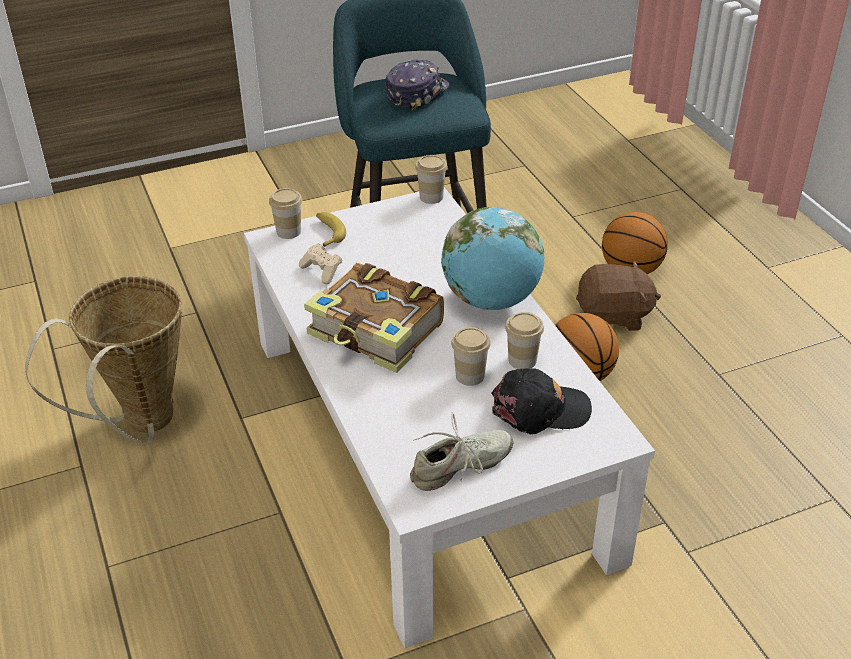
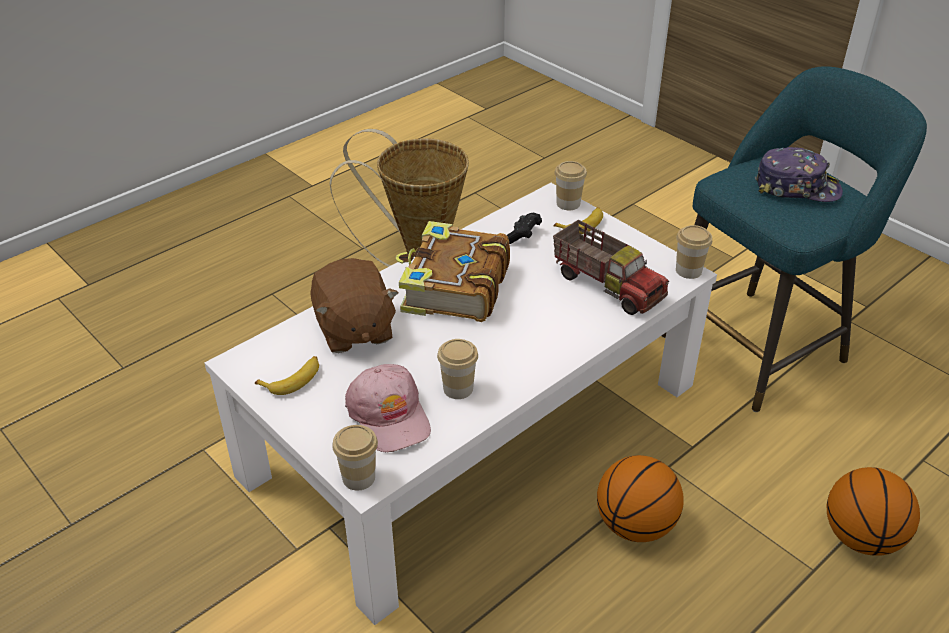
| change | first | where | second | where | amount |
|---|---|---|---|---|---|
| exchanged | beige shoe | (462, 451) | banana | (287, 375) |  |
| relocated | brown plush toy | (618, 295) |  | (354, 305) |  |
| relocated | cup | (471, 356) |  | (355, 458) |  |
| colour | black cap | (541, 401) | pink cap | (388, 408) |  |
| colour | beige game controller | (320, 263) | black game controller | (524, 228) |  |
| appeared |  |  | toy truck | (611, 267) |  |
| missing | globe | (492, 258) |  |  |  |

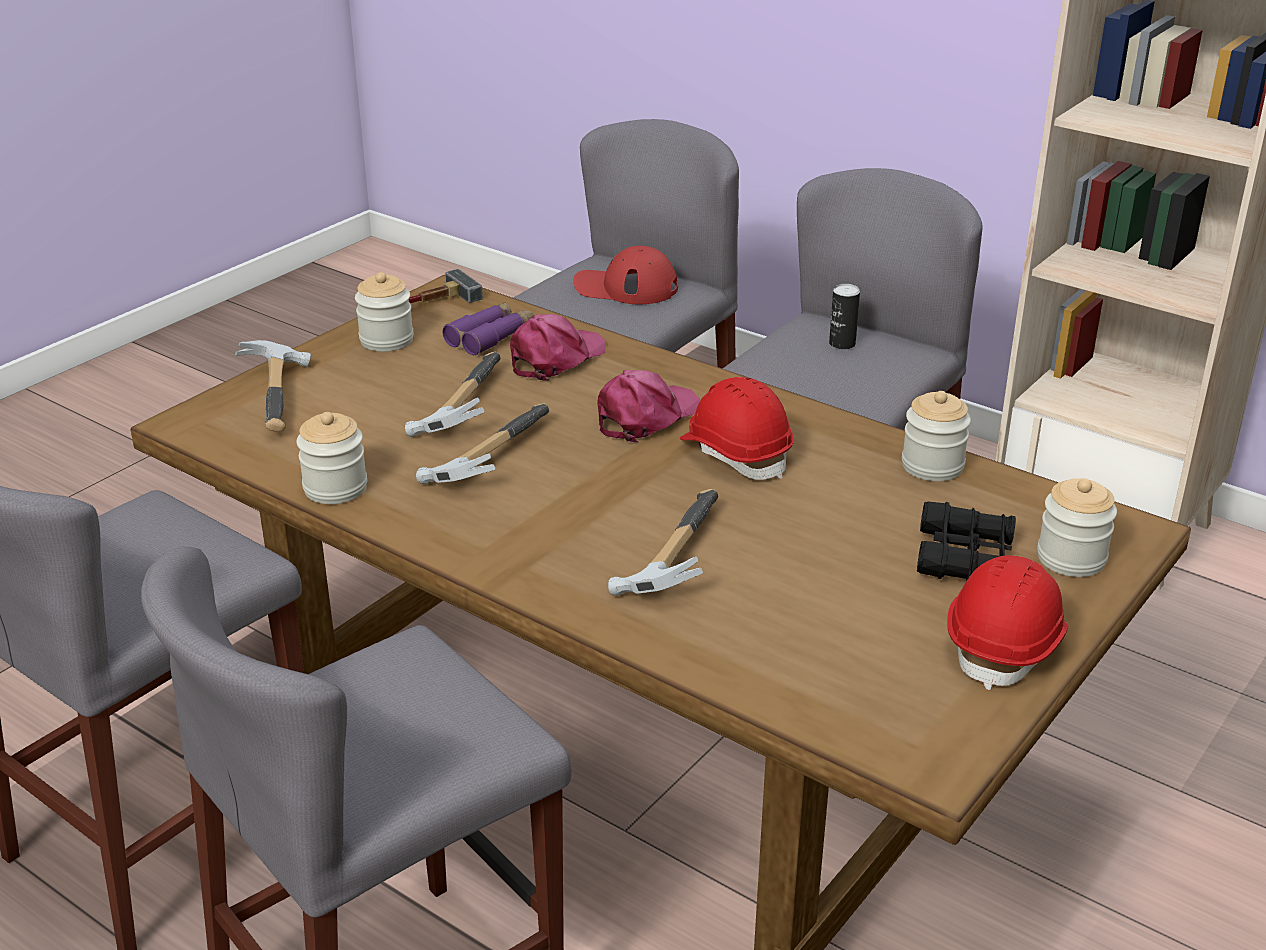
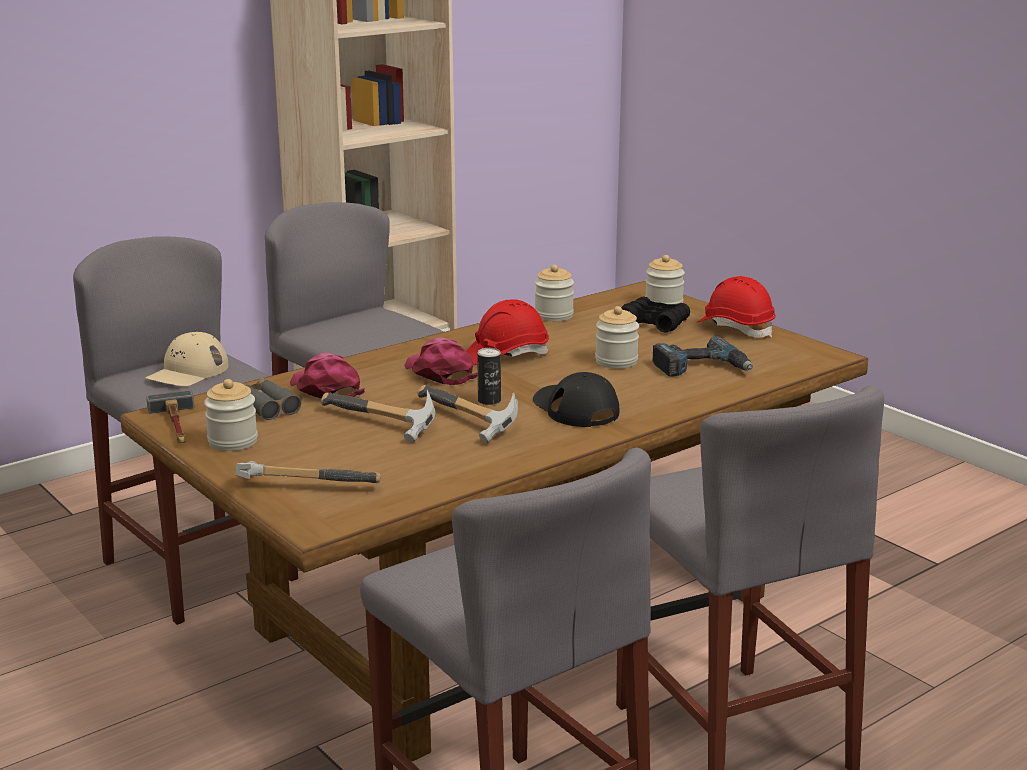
| change | first | where | second | where | amount |
|---|---|---|---|---|---|
| colour | red cap | (625, 275) | beige cap | (187, 359) |  |
| colour | purple binoculars | (488, 329) | grey binoculars | (271, 399) |  |
| relocated | can | (844, 316) |  | (489, 376) |  |
| appeared |  |  | black cap | (576, 399) |  |
| relocated | jar | (332, 458) |  | (617, 337) |  |
| appeared |  |  | power drill | (702, 357) |  |
| missing | hammer | (663, 542) |  |  |  |

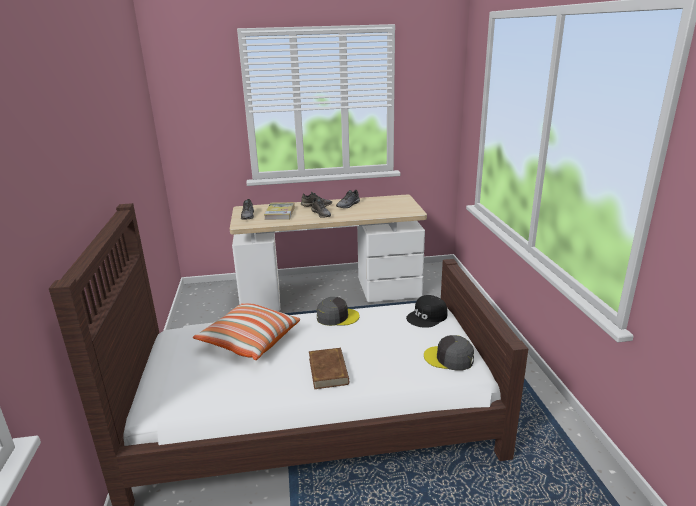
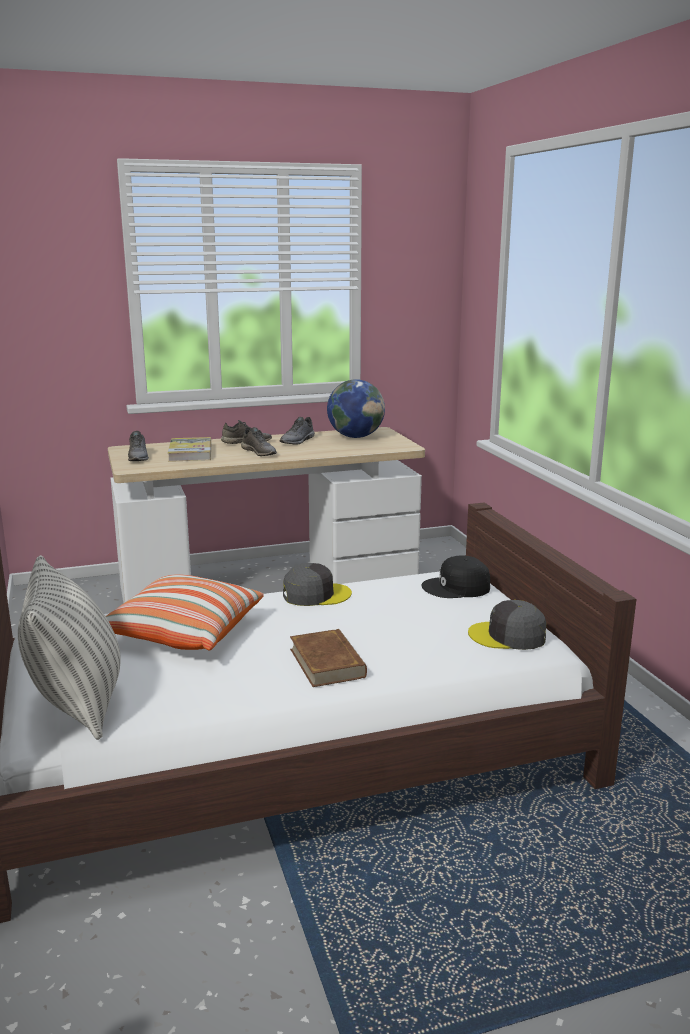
| change | first | where | second | where | amount |
|---|---|---|---|---|---|
| appeared |  |  | pillow | (69, 647) |  |
| appeared |  |  | globe | (356, 408) |  |
| spun | black cap | (427, 311) |  | (455, 576) | 45 degrees clockwise |

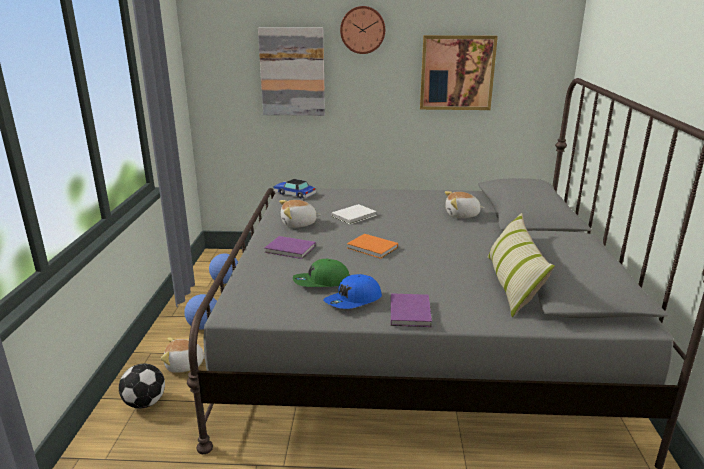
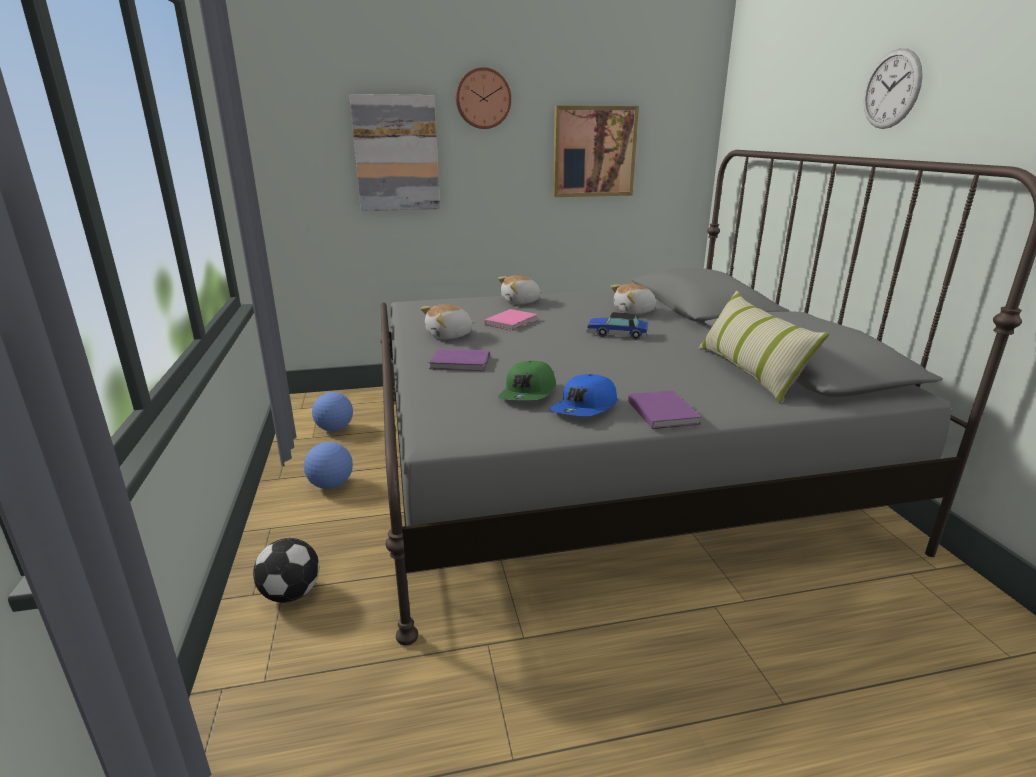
| change | first | where | second | where | amount |
|---|---|---|---|---|---|
| colour | white book | (354, 214) | pink book | (511, 320) |  |
| relocated | plush toy | (183, 355) |  | (521, 289) |  |
| spun | green cap | (321, 273) |  | (527, 380) | 45 degrees counterclockwise |
| relocated | toy car | (294, 189) |  | (618, 326) |  |
| appeared |  |  | wall clock | (893, 88) |  |
| missing | orange book | (372, 246) |  |  |  |

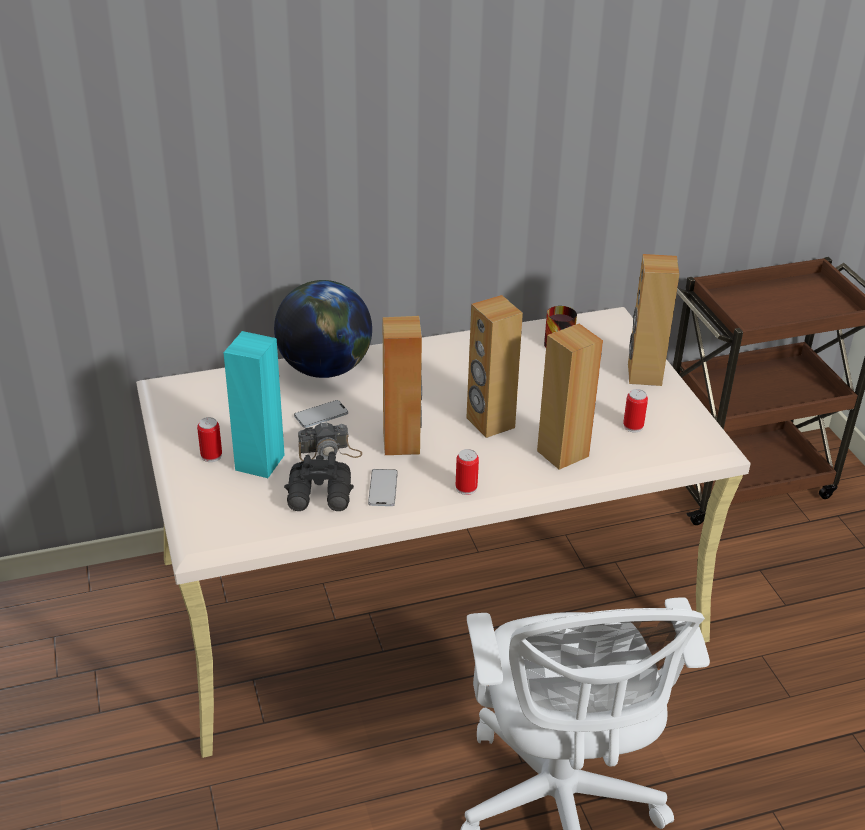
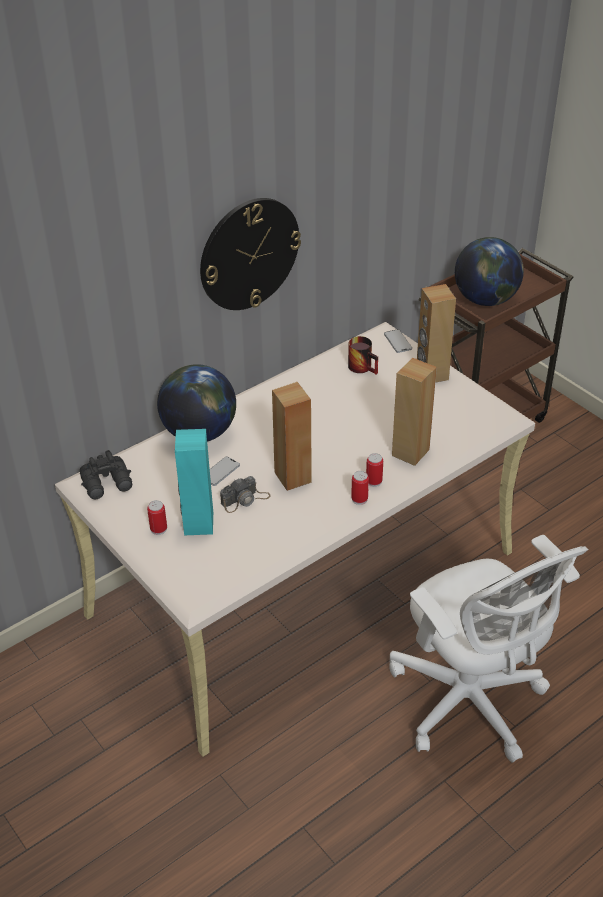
| change | first | where | second | where | amount |
|---|---|---|---|---|---|
| relocated | black binoculars | (319, 481) |  | (106, 475) |  |
| appeared |  |  | wall clock | (250, 254) |  |
| relocated | can | (635, 410) |  | (374, 470) |  |
| relocated | phone | (383, 487) |  | (398, 341) |  |
| appeared |  |  | globe | (489, 271) |  |
| missing | brown speaker | (494, 366) |  |  |  |

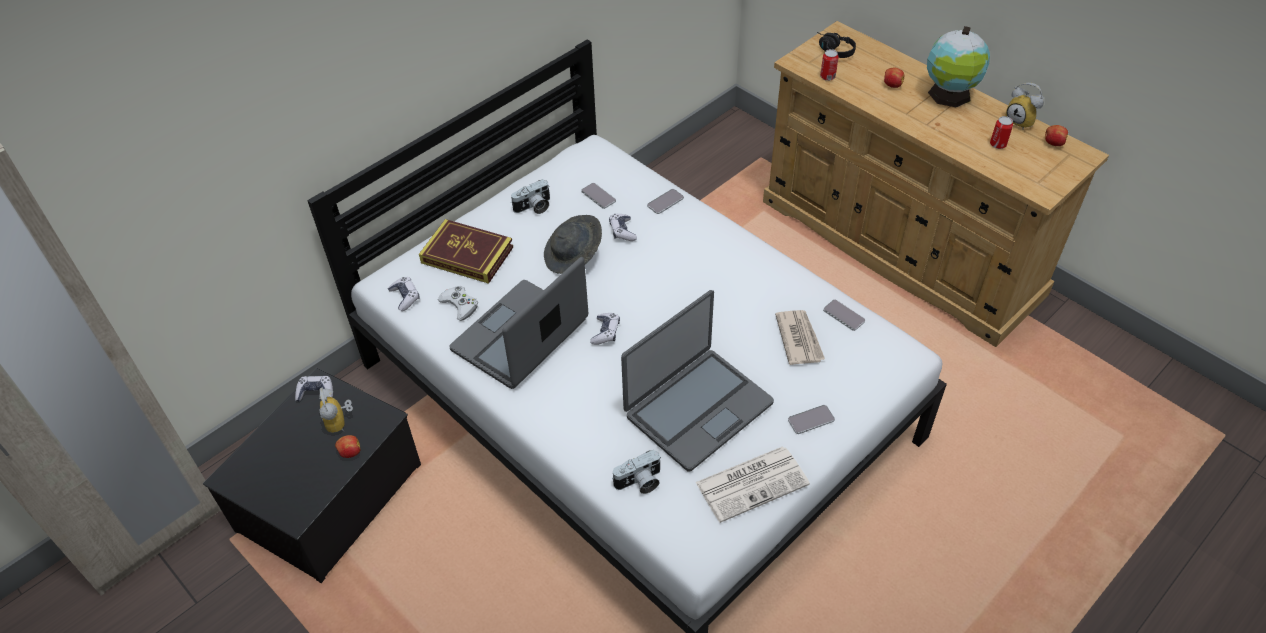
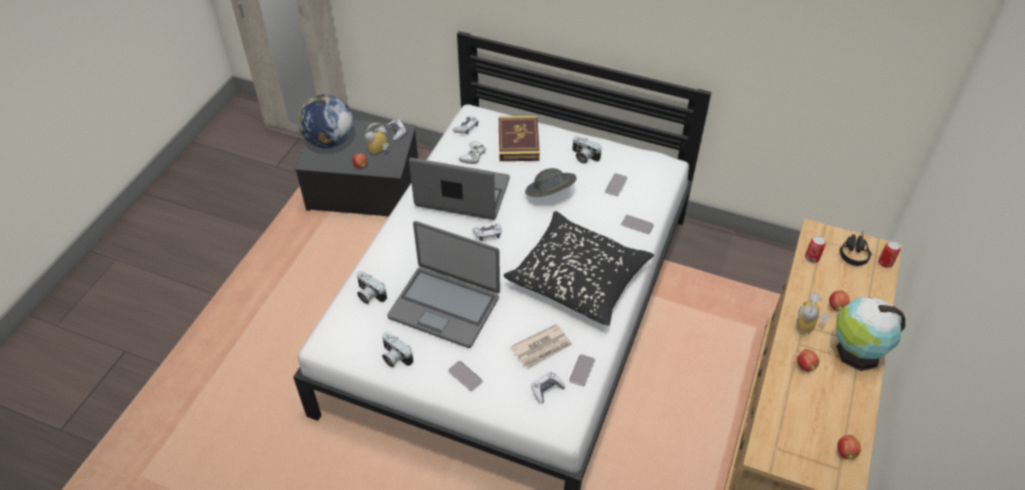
| change | first | where | second | where | amount |
|---|---|---|---|---|---|
| appeared |  |  | globe | (325, 121) |  |
| exchanged | newspaper | (752, 484) | photo camera | (397, 349) |  |
| appeared |  |  | black pillow | (579, 268) |  |
| relocated | game controller | (623, 227) |  | (548, 388) |  |
| relocated | alarm clock | (1024, 106) |  | (813, 313) |  |
| appeared |  |  | apple | (808, 360) |  |
| relocated | can | (1001, 132) |  | (889, 254) |  |

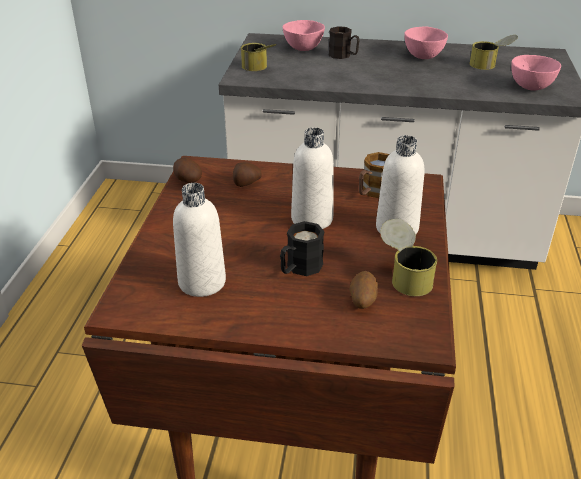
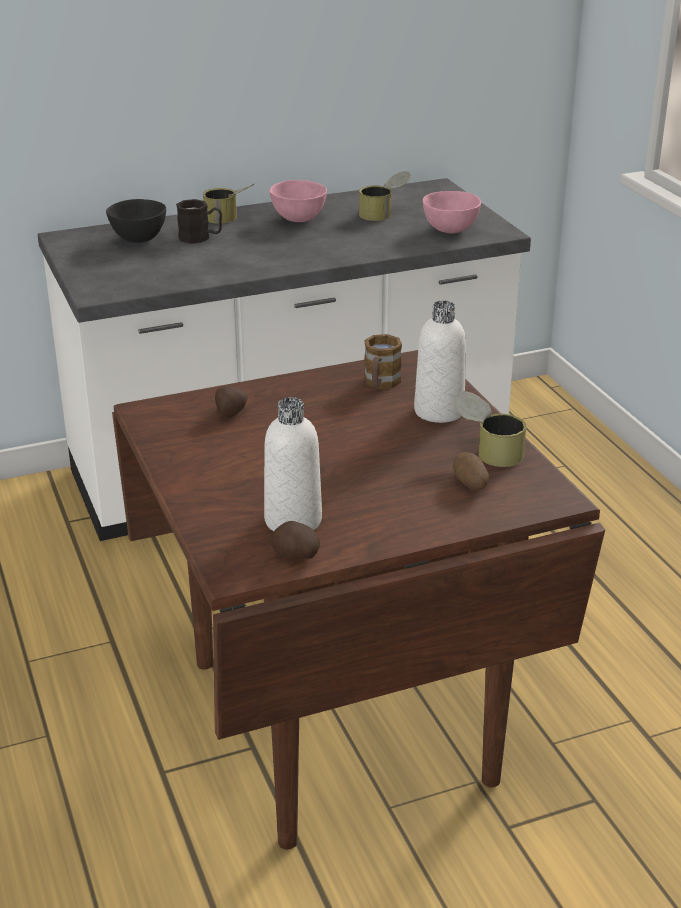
| change | first | where | second | where | amount |
|---|---|---|---|---|---|
| colour | pink bowl | (303, 35) | black bowl | (136, 221) |  |
| relocated | can | (259, 57) |  | (229, 203) |  |
| relocated | potato | (187, 170) |  | (295, 540) |  |
| missing | black mug | (302, 248) |  |  |  |
| missing | white bottle | (312, 178) |  |  |  |

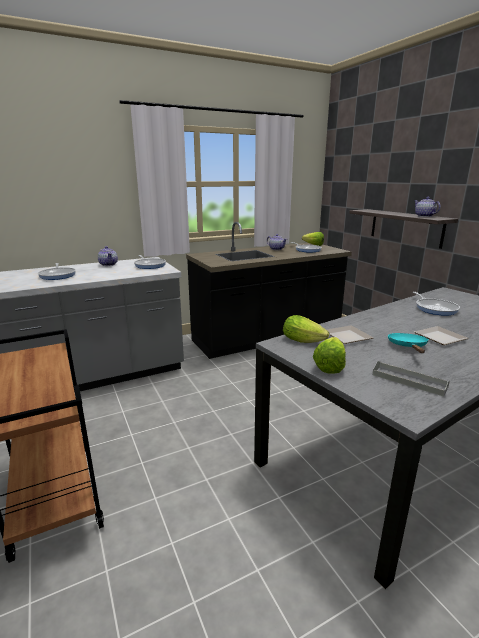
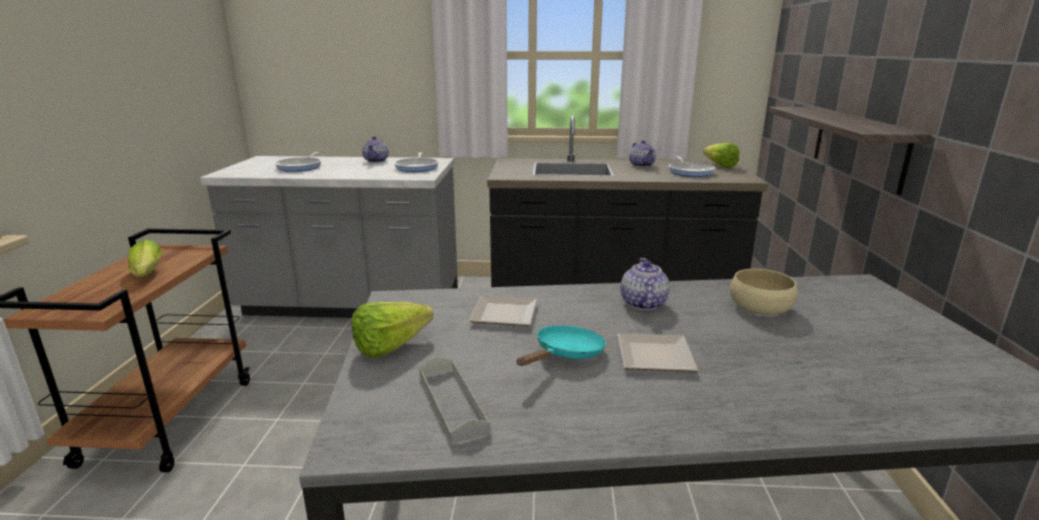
| change | first | where | second | where | amount |
|---|---|---|---|---|---|
| relocated | lettuce | (306, 329) |  | (145, 258) |  |
| relocated | teapot | (427, 207) |  | (645, 284) |  |
| exchanged | frying pan | (436, 304) | beige bowl | (764, 292) |  |

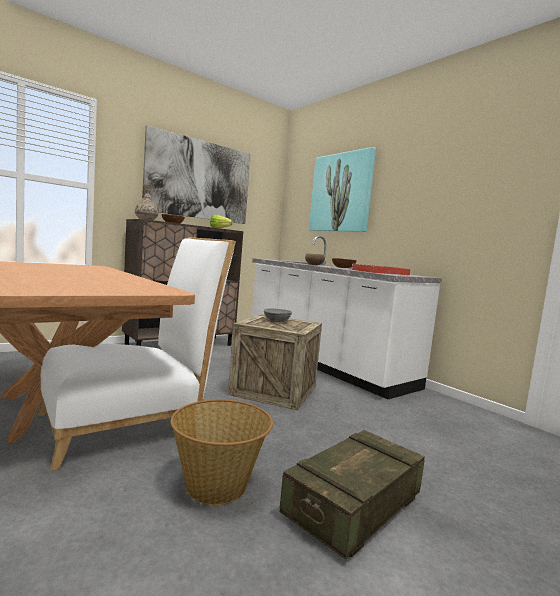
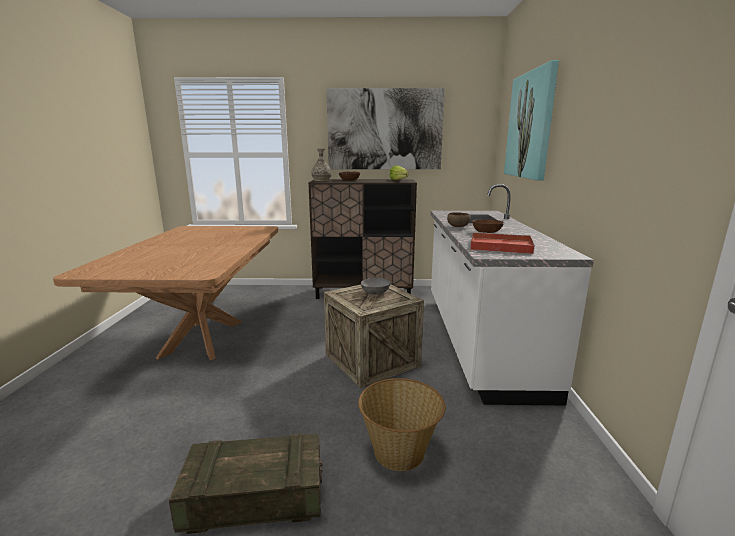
| change | first | where | second | where | amount |
|---|---|---|---|---|---|
| relocated | basket | (221, 452) |  | (401, 424) |  |
| missing | white chair | (136, 353) |  |  |  |

